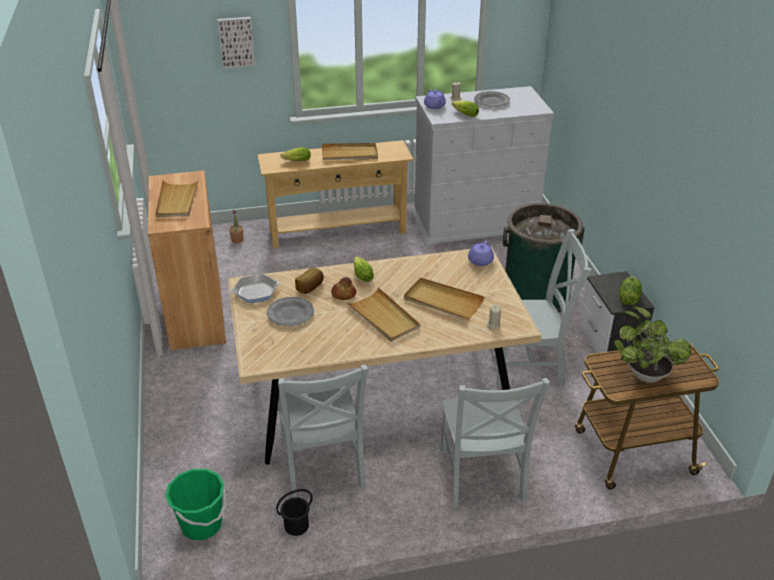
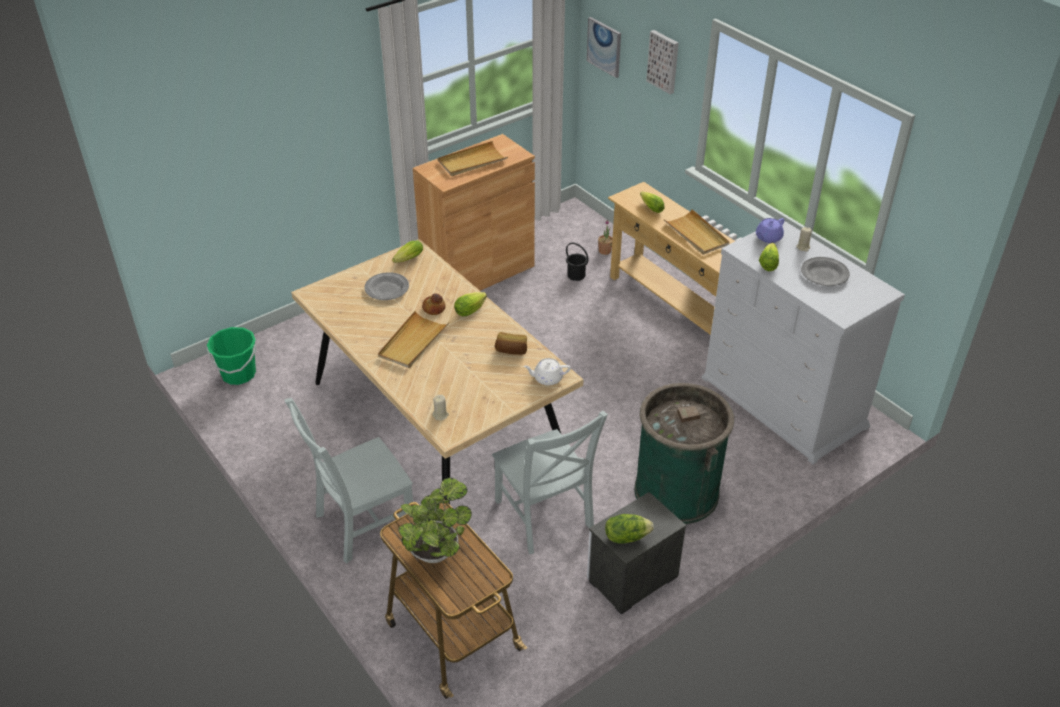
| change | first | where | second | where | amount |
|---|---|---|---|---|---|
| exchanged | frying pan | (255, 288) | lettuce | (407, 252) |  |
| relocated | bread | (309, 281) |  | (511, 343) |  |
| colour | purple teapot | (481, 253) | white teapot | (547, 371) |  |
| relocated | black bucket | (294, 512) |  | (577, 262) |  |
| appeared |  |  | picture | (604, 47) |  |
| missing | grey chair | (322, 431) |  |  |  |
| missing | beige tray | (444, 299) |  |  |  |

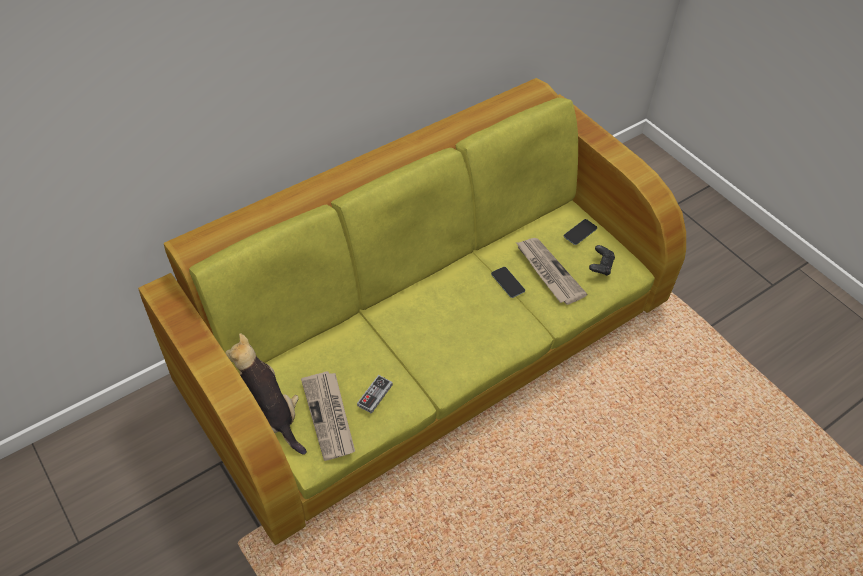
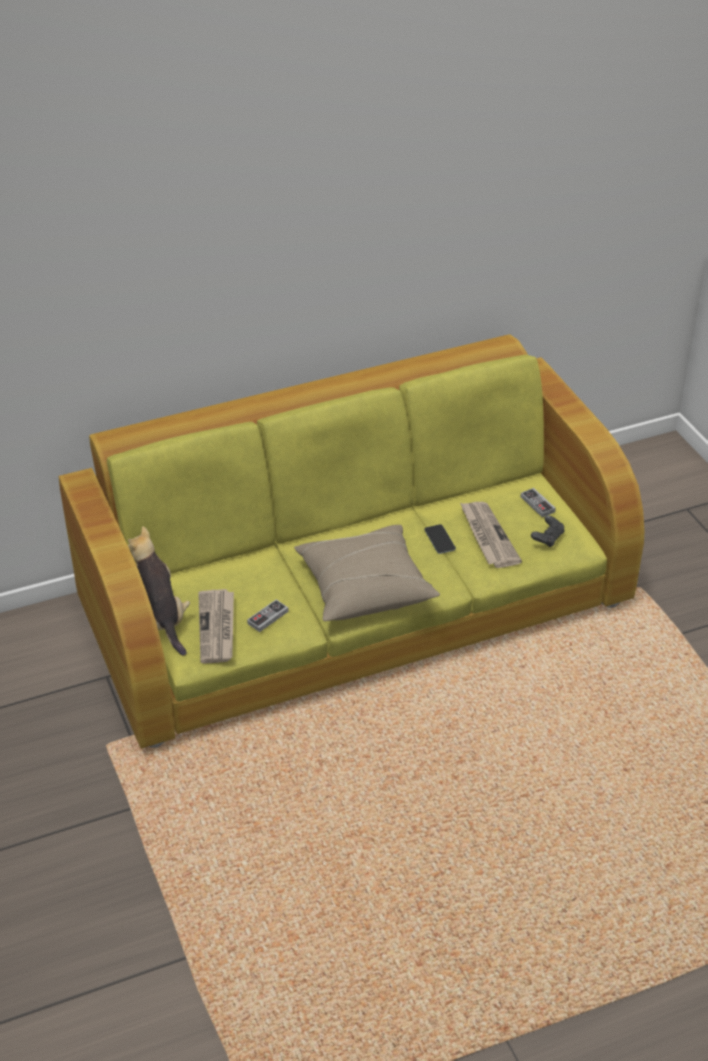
| change | first | where | second | where | amount |
|---|---|---|---|---|---|
| appeared |  |  | beige pillow | (367, 573) |  |
| exchanged | phone | (580, 232) | game controller | (538, 502) |  |

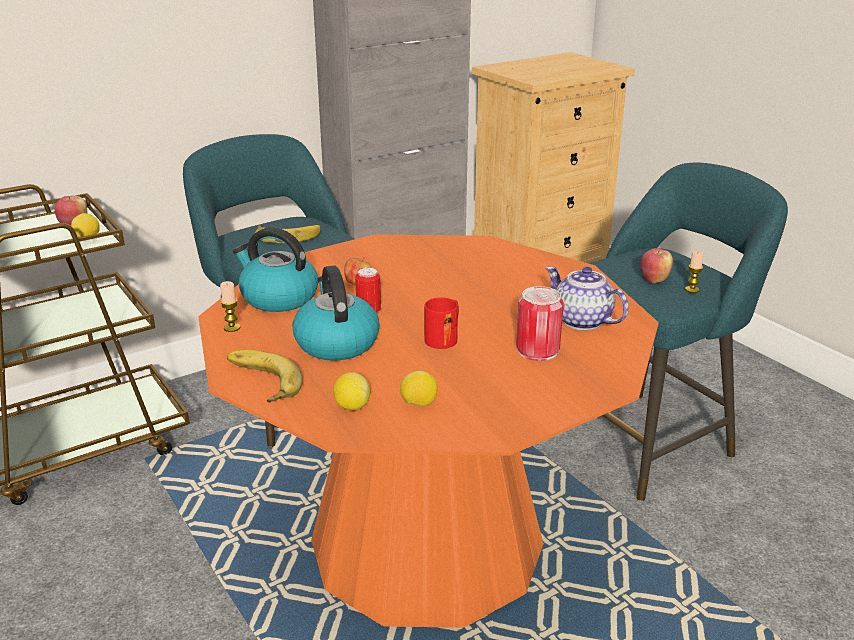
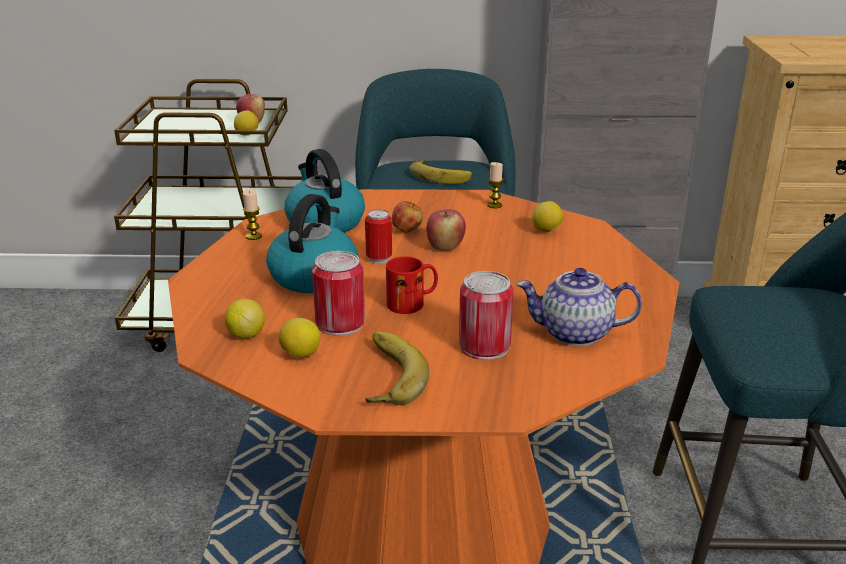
| change | first | where | second | where | amount |
|---|---|---|---|---|---|
| appeared |  |  | can | (338, 293) |  |
| relocated | banana | (265, 376) |  | (397, 368) |  |
| relocated | apple | (656, 265) |  | (446, 230) |  |
| relocated | candle | (694, 272) |  | (495, 185) |  |
| spun | teapot | (587, 298) |  | (579, 307) | 75 degrees counterclockwise |
| appeared |  |  | lemon | (548, 216) |  |

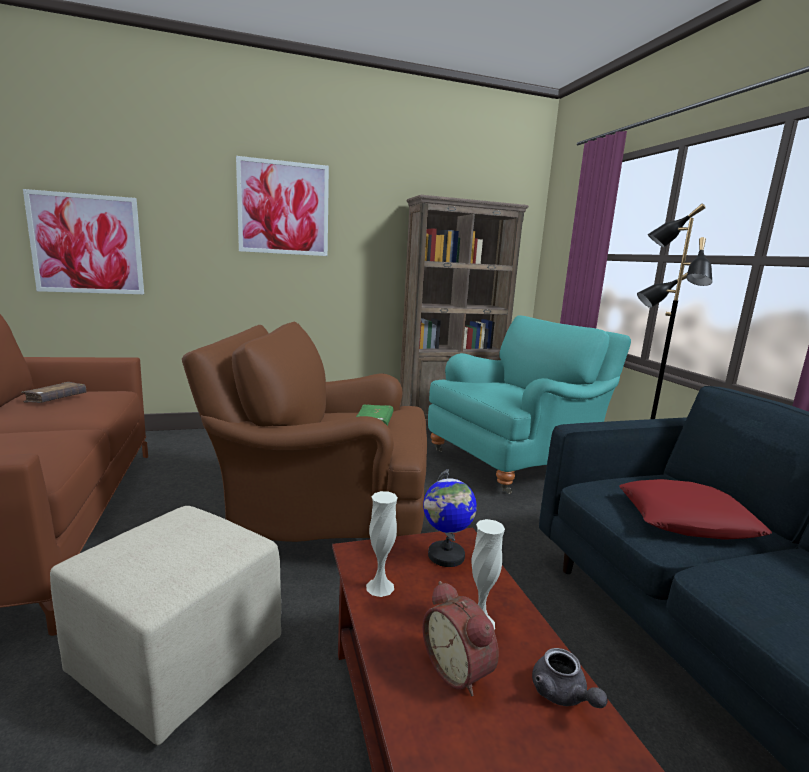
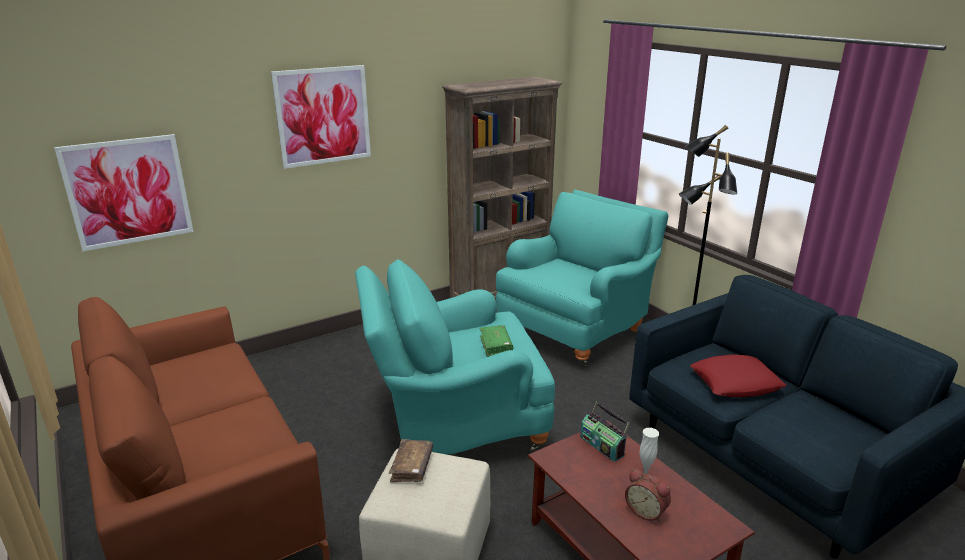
| change | first | where | second | where | amount |
|---|---|---|---|---|---|
| colour | brown armchair | (304, 431) | turquoise armchair | (455, 357) |  |
| relocated | brown book | (53, 392) |  | (411, 460) |  |
| exchanged | globe | (450, 518) | radio | (605, 431) |  |
| missing | white vase | (382, 544) |  |  |  |
| missing | grey teapot | (570, 678) |  |  |  |

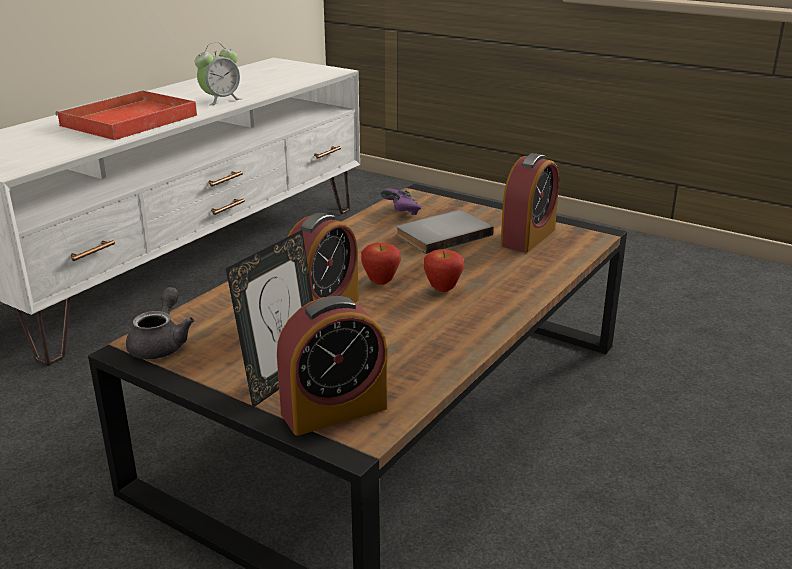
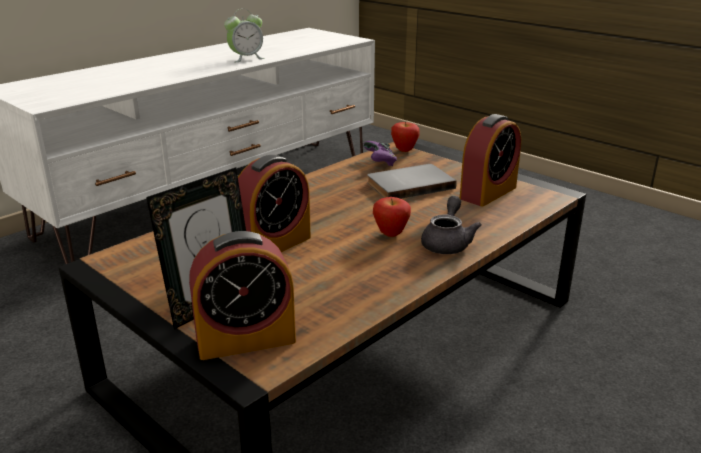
| change | first | where | second | where | amount |
|---|---|---|---|---|---|
| relocated | apple | (381, 264) |  | (405, 137) |  |
| relocated | grey teapot | (160, 323) |  | (451, 225) |  |
| missing | red tray | (126, 115) |  |  |  |

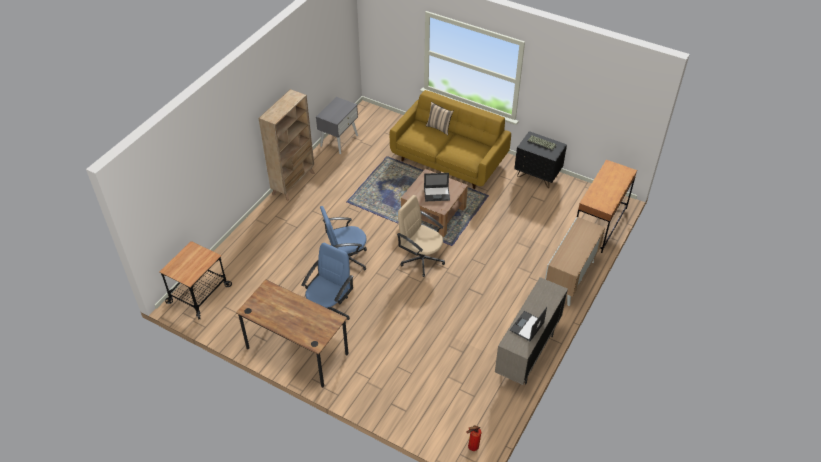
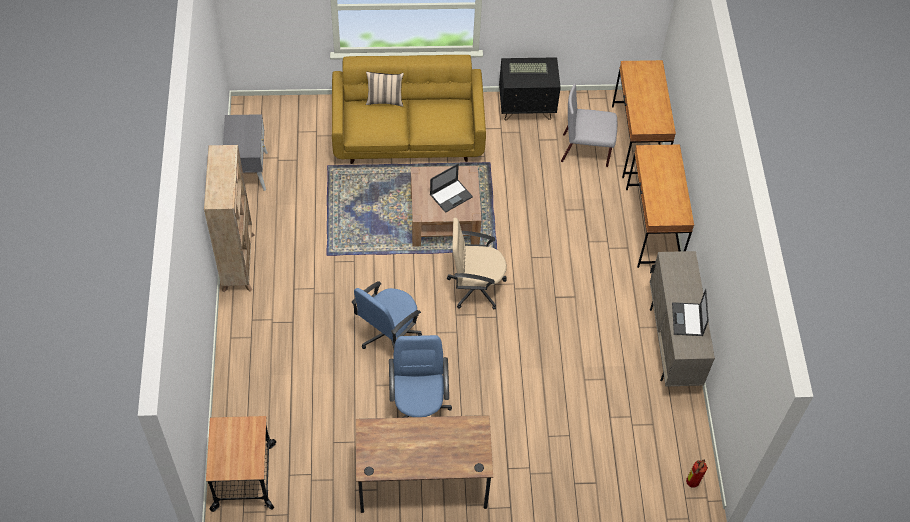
| change | first | where | second | where | amount |
|---|---|---|---|---|---|
| appeared |  |  | grey chair | (589, 125) |  |
| exchanged | cabinet | (575, 261) | brown desk | (660, 206) |  |

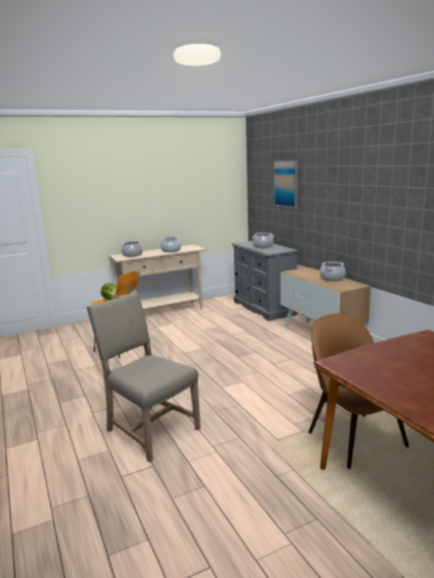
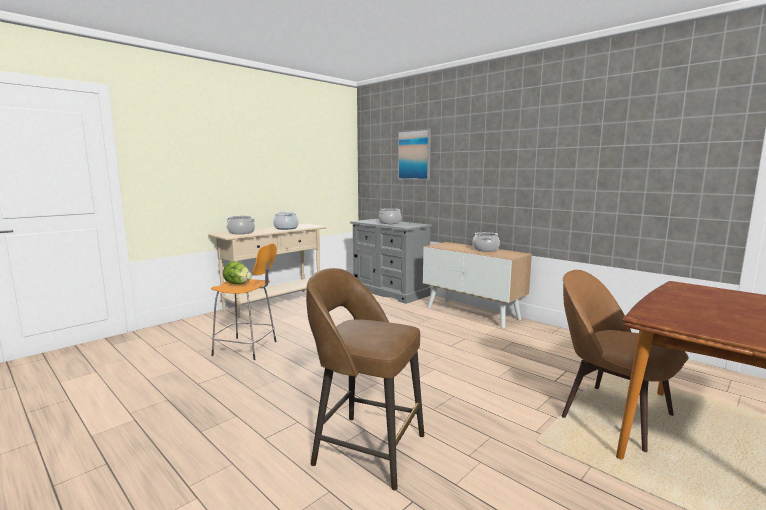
| change | first | where | second | where | amount |
|---|---|---|---|---|---|
| exchanged | beige chair | (144, 377) | brown stool | (365, 379) |  |

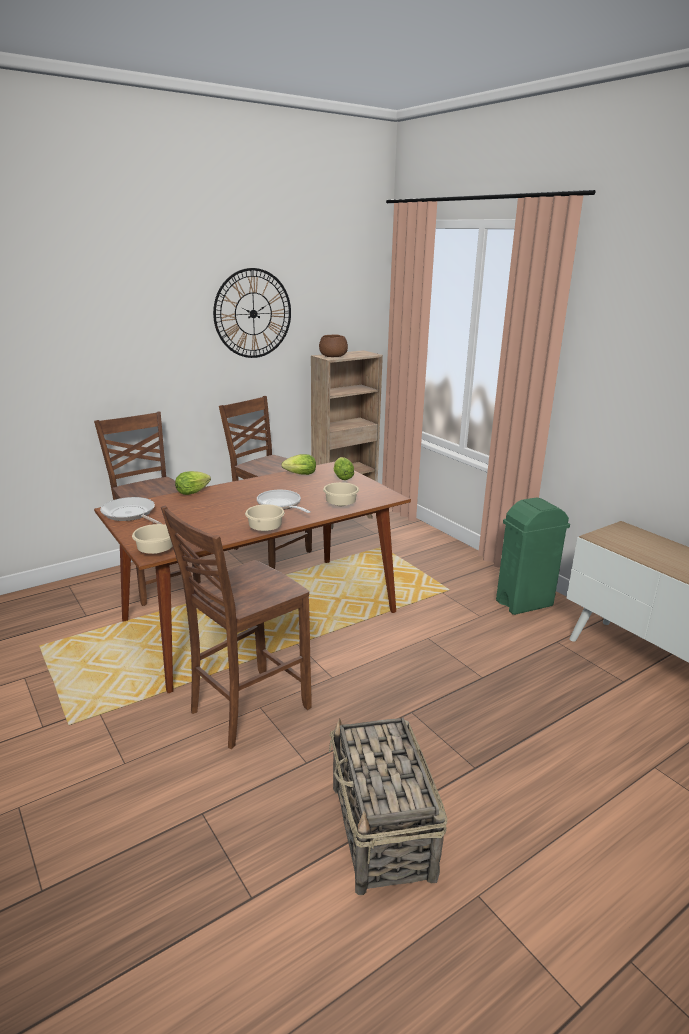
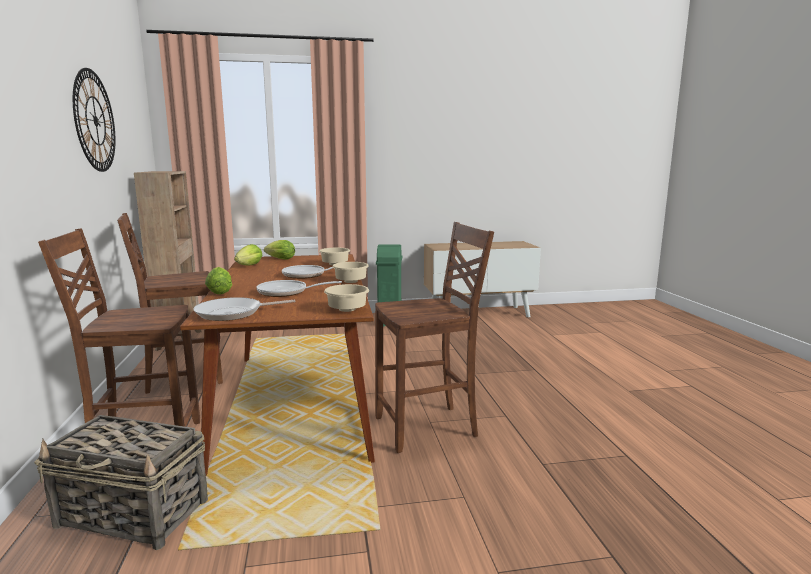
| change | first | where | second | where | amount |
|---|---|---|---|---|---|
| relocated | basket | (388, 806) |  | (121, 482) |  |
| appeared |  |  | frying pan | (299, 288) |  |
| spun | brown chair | (236, 627) |  | (434, 337) | 90 degrees counterclockwise |
| missing | brown bowl | (333, 346) |  |  |  |

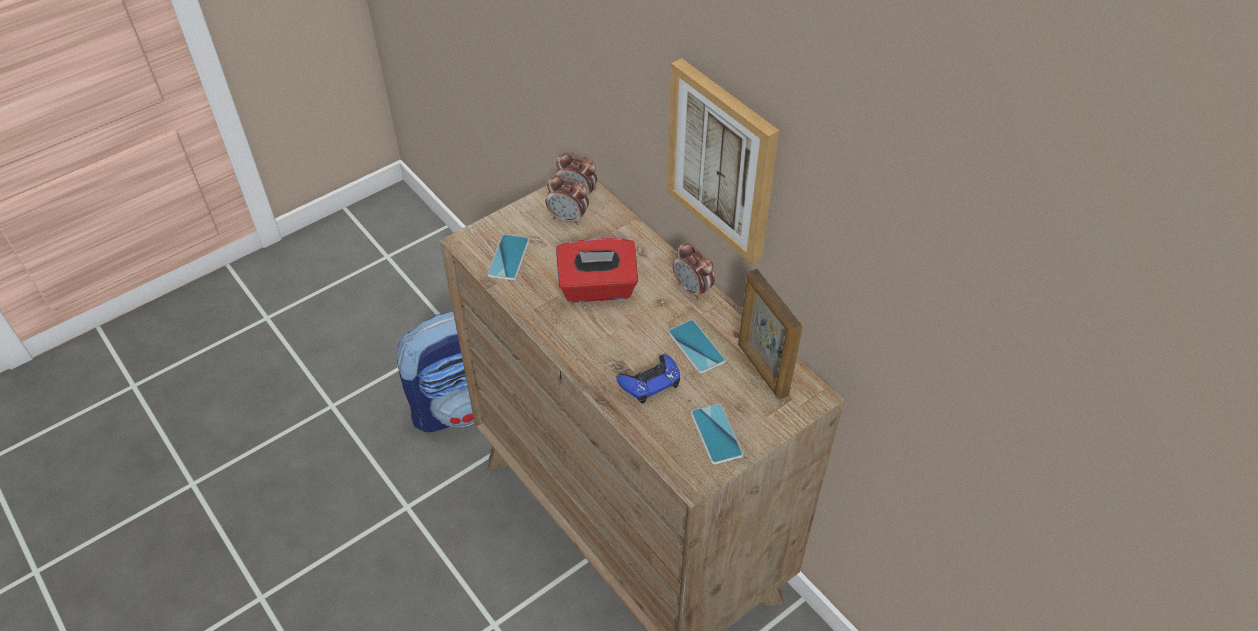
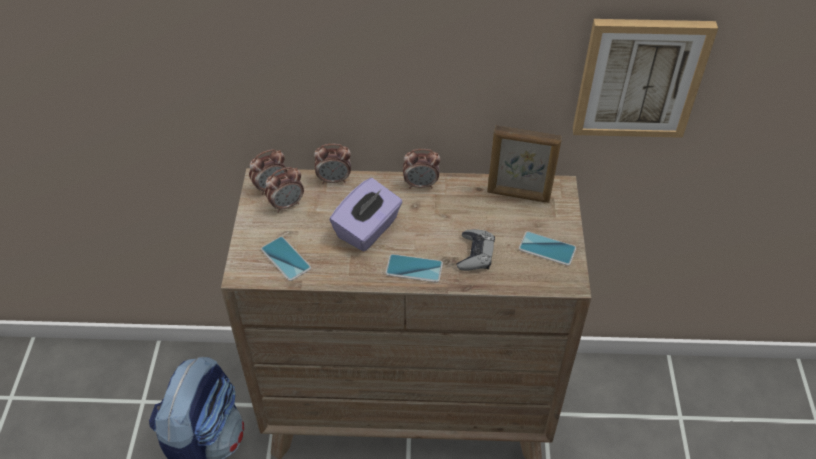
| change | first | where | second | where | amount |
|---|---|---|---|---|---|
| appeared |  |  | alarm clock | (332, 164) |  |
| colour | red tissue box | (597, 270) | purple tissue box | (365, 215) |  |
| relocated | phone | (697, 347) |  | (414, 268) |  |
| colour | blue game controller | (648, 379) | grey game controller | (476, 250) |  |
| relocated | picture | (723, 161) |  | (645, 78) |  |

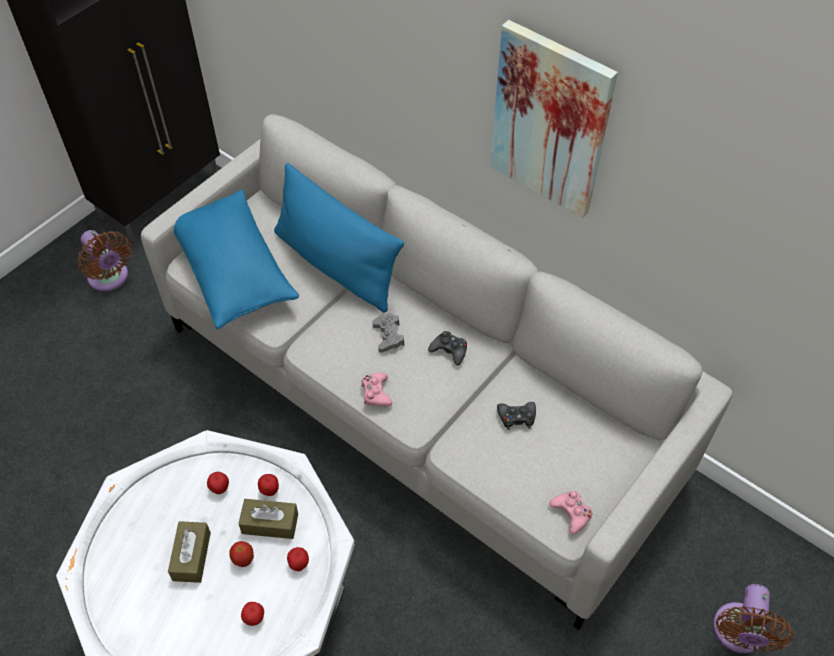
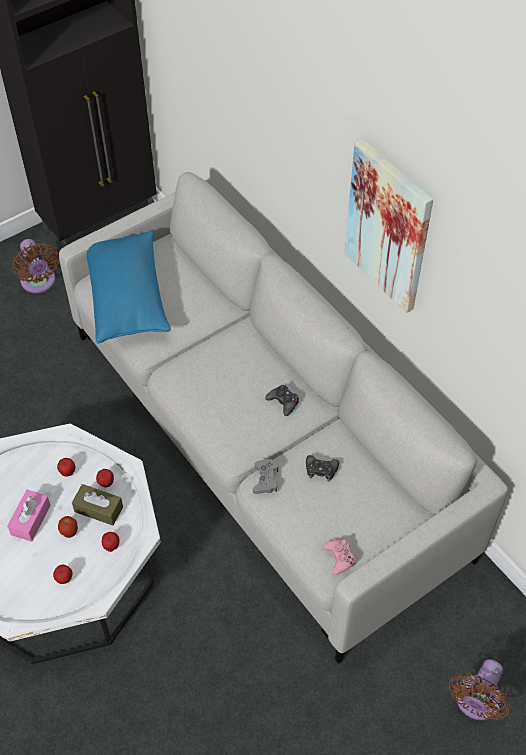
| change | first | where | second | where | amount |
|---|---|---|---|---|---|
| colour | brown tissue box | (189, 552) | pink tissue box | (28, 516) |  |
| relocated | grey game controller | (388, 332) |  | (265, 476) |  |
| missing | blue pillow | (339, 238) |  |  |  |
| missing | pink game controller | (376, 389) |  |  |  |

